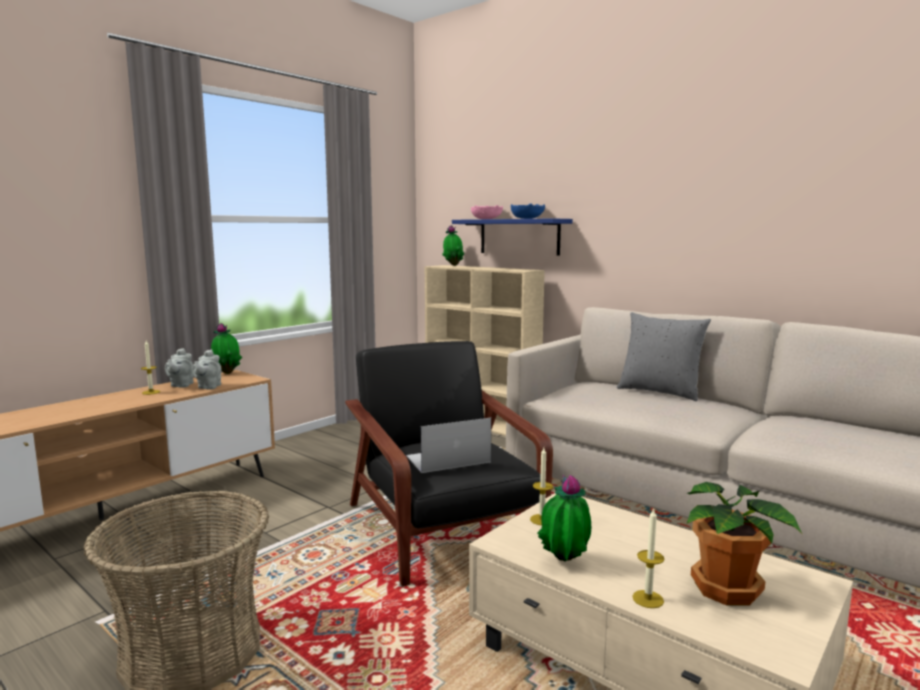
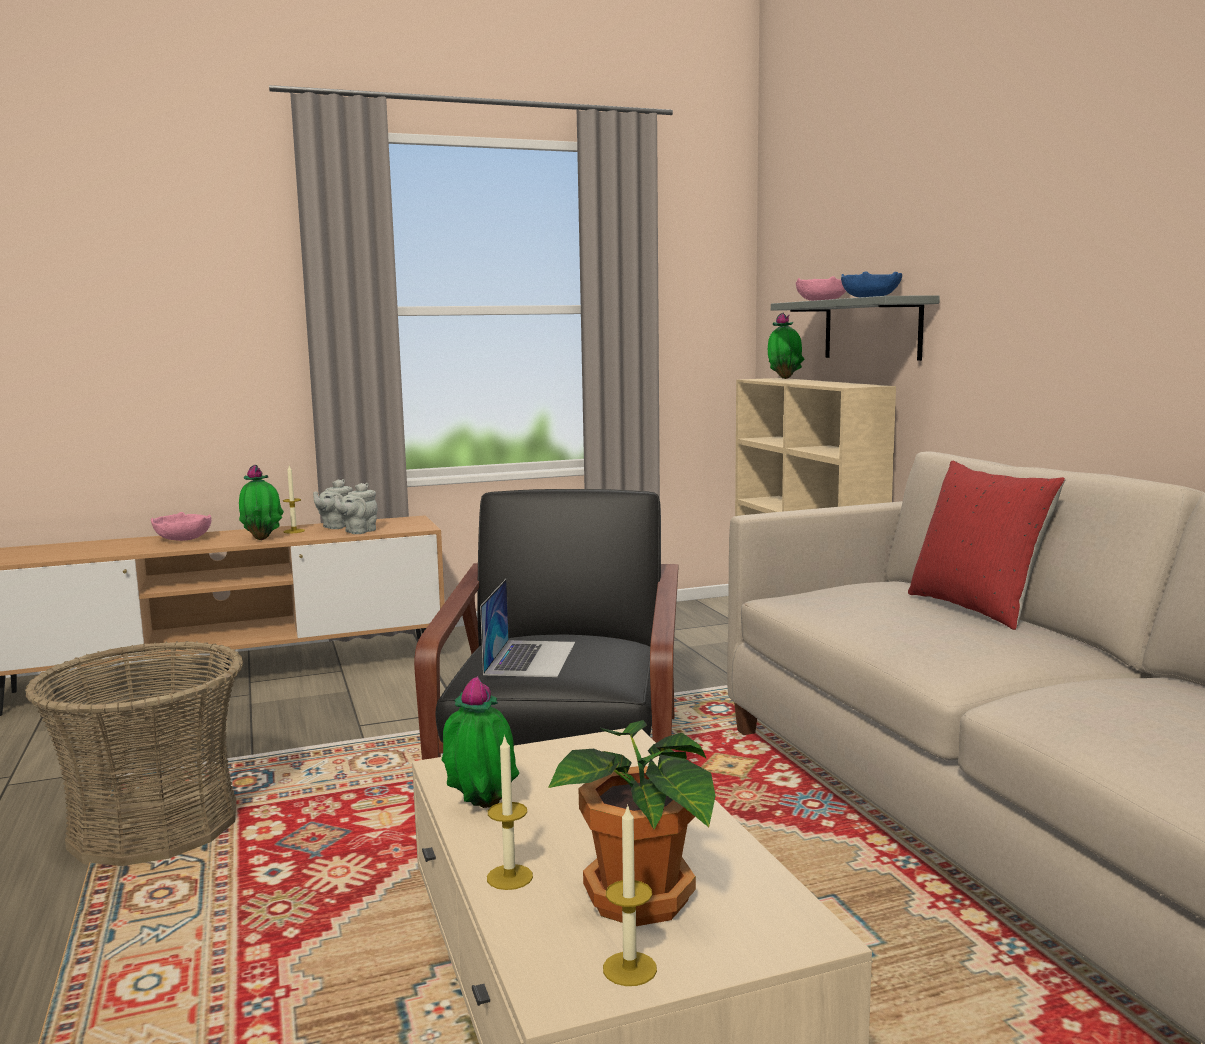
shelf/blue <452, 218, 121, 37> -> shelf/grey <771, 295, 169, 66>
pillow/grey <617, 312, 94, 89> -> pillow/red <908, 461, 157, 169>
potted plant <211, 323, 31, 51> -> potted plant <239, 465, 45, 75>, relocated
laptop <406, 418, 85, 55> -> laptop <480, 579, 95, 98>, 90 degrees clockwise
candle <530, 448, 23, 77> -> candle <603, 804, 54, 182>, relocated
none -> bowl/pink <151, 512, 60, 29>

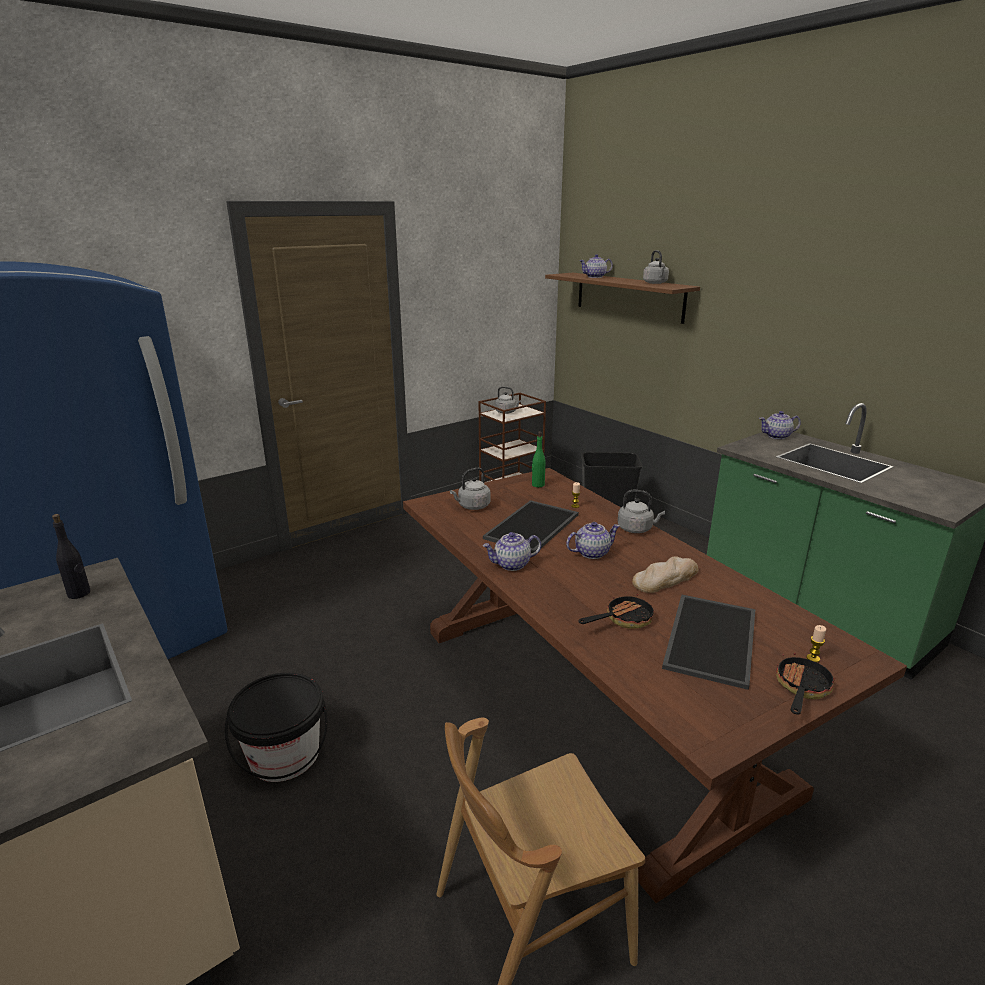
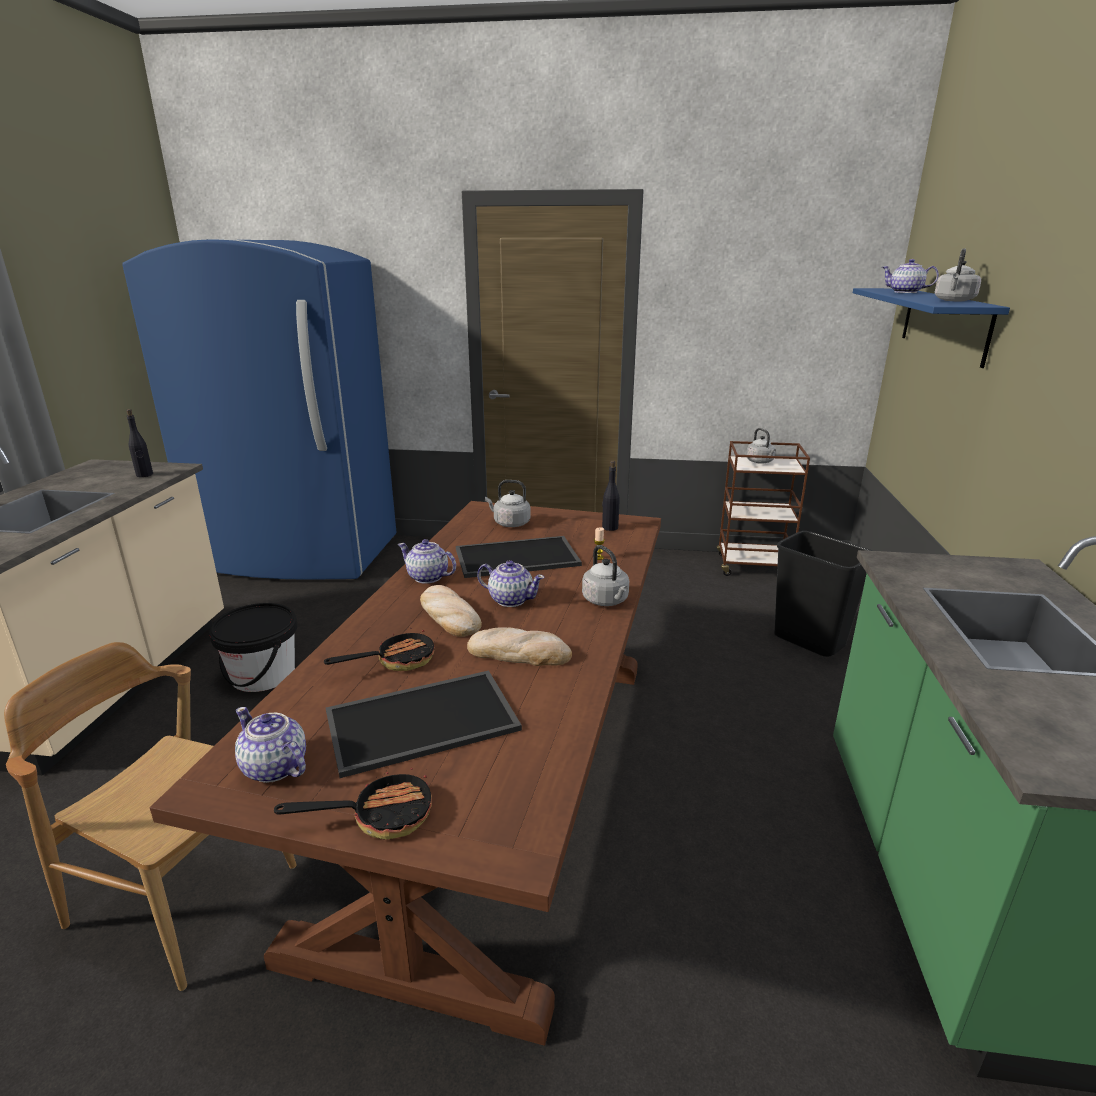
shelf/brown <545, 273, 155, 51> -> shelf/blue <853, 288, 157, 80>
teapot <759, 411, 42, 28> -> teapot <235, 707, 71, 76>, relocated
bottle/green <532, 431, 14, 56> -> bottle/black <602, 461, 18, 70>
frying pan <578, 589, 76, 40> -> frying pan <324, 628, 111, 43>, 45 degrees counterclockwise
candle <806, 625, 20, 38> -> none
none -> bread <420, 585, 62, 52>

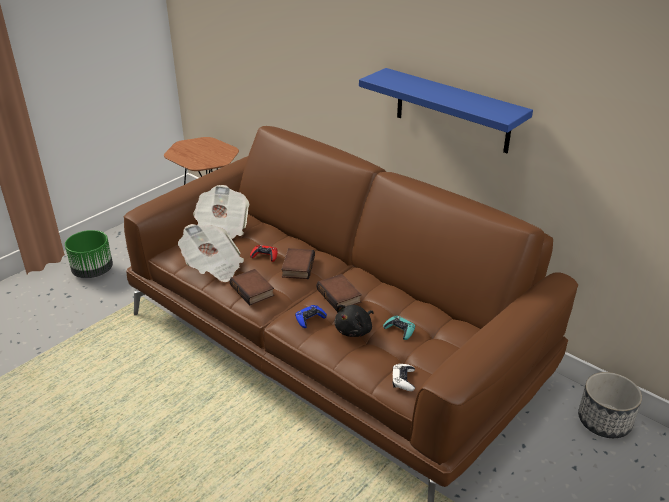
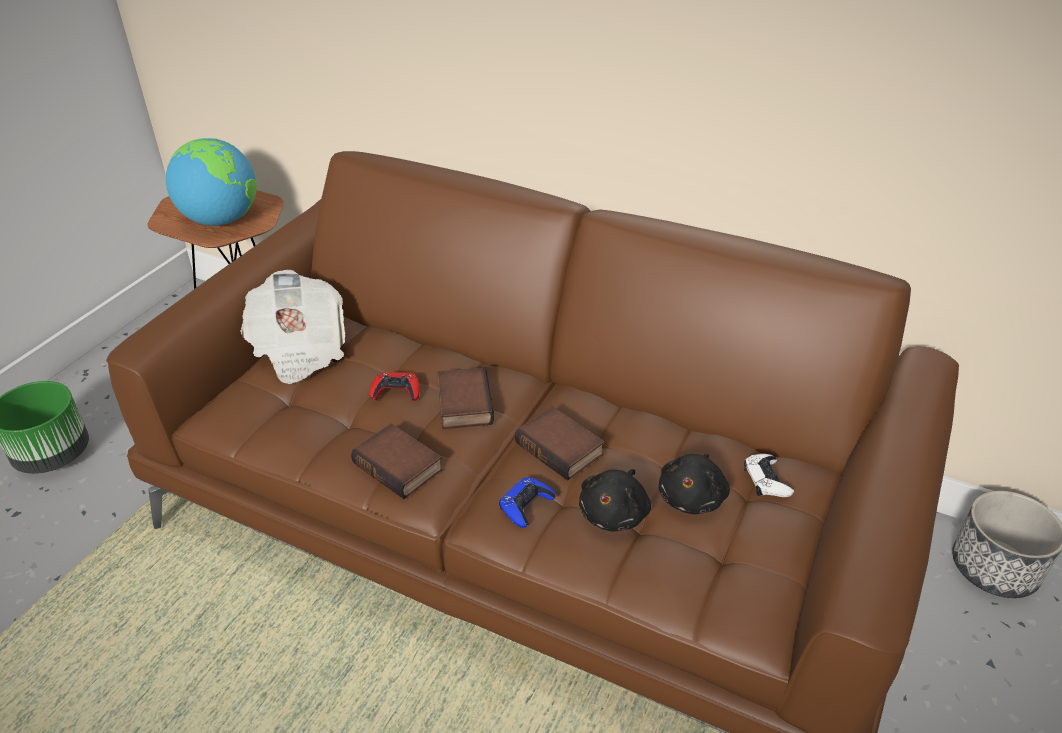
shelf/blue <359, 68, 174, 85> -> none
newspaper <178, 224, 66, 58> -> none
game controller/turquoise <383, 316, 32, 24> -> plush toy/black <659, 454, 71, 60>
game controller/white <392, 364, 23, 27> -> game controller/white <744, 454, 50, 43>, relocated
none -> globe <166, 138, 91, 88>

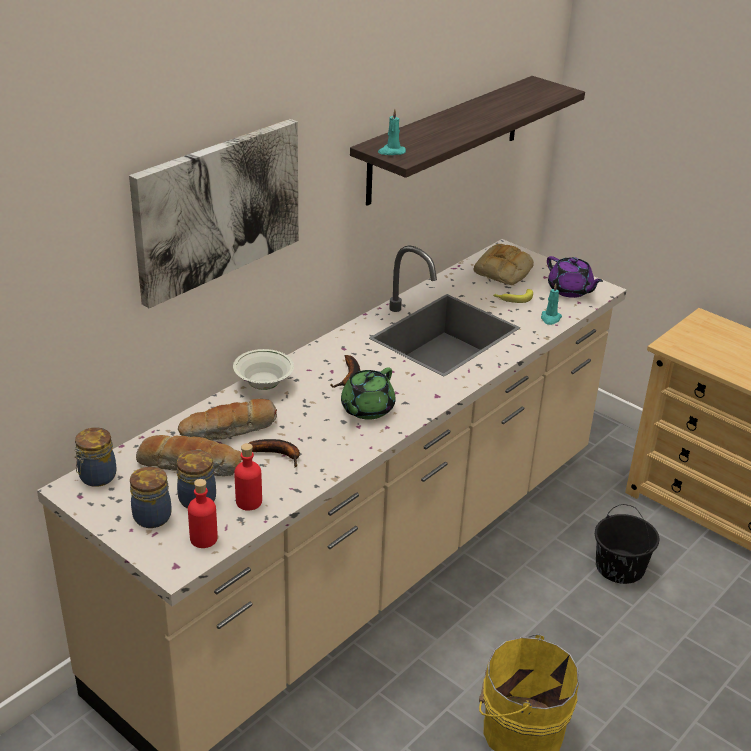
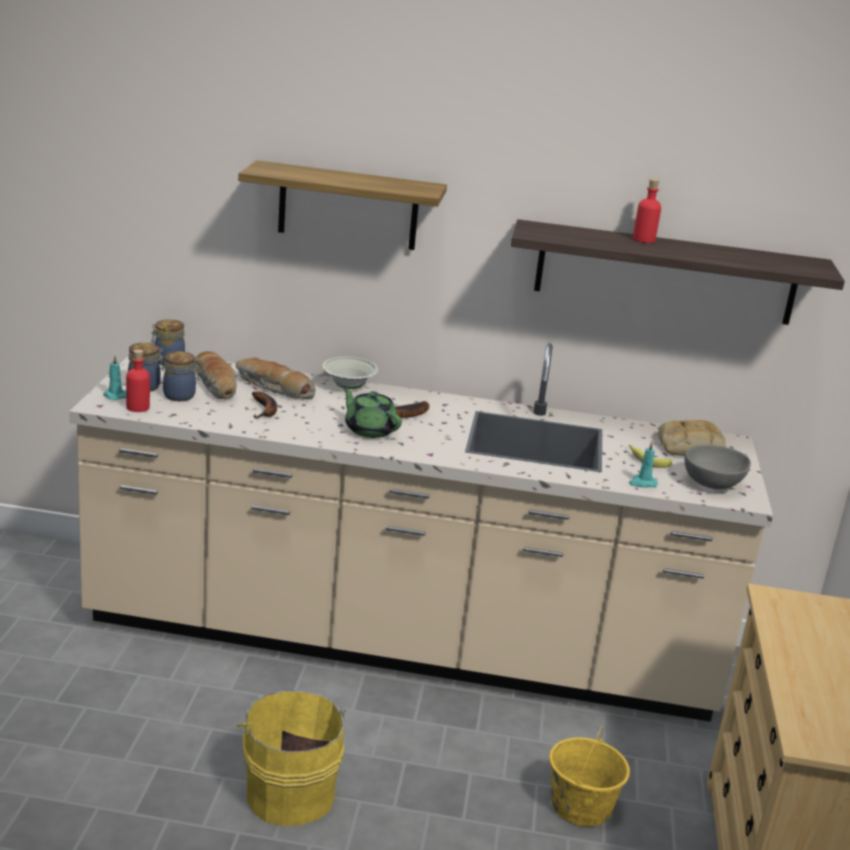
candle/turquoise <378, 109, 28, 46> -> candle/turquoise <103, 356, 23, 44>, relocated
picture <129, 119, 169, 189> -> shelf <238, 160, 209, 90>
teapot/purple <547, 256, 56, 42> -> bowl/grey <685, 445, 66, 44>
teapot/green <341, 367, 55, 53> -> teapot/green <342, 386, 60, 52>, 45 degrees clockwise
bottle/red <234, 443, 28, 68> -> bottle/red <633, 179, 28, 64>, relocated
bucket/black <595, 504, 64, 80> -> bucket/yellow <549, 726, 81, 101>

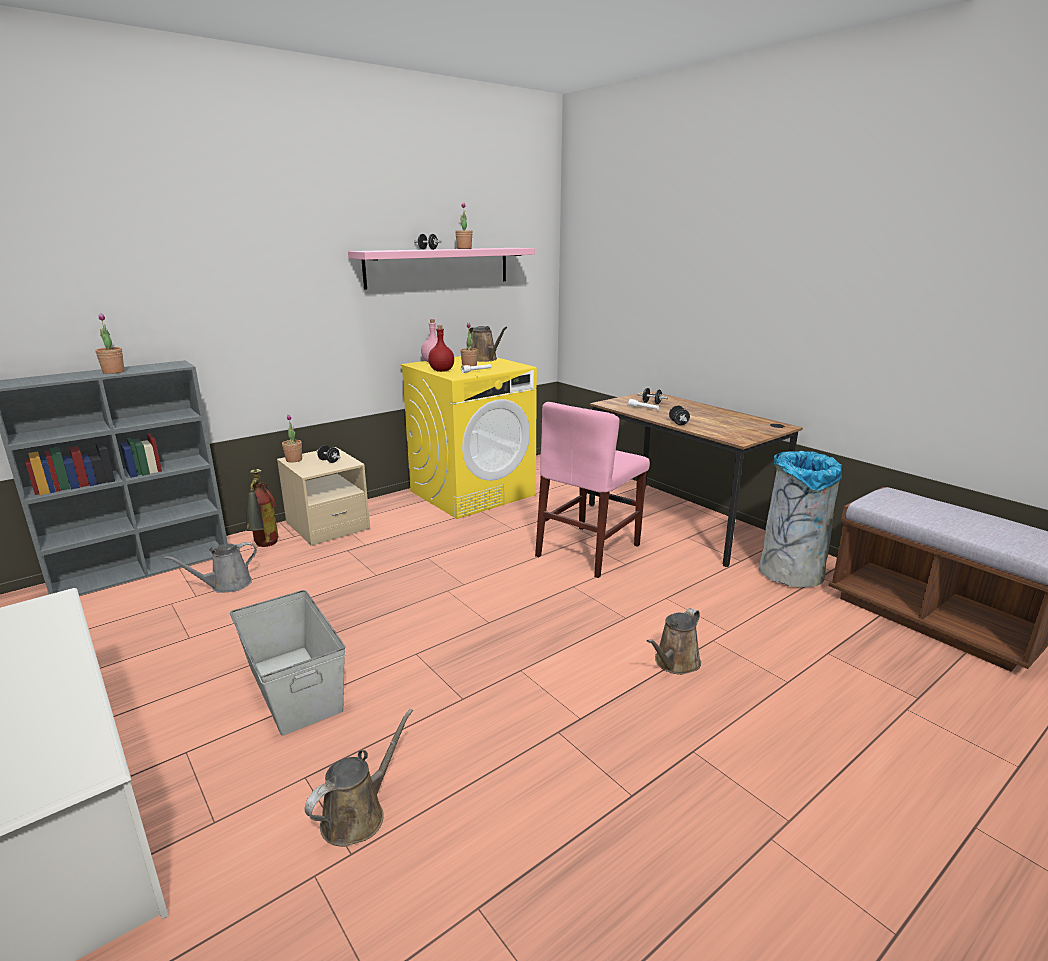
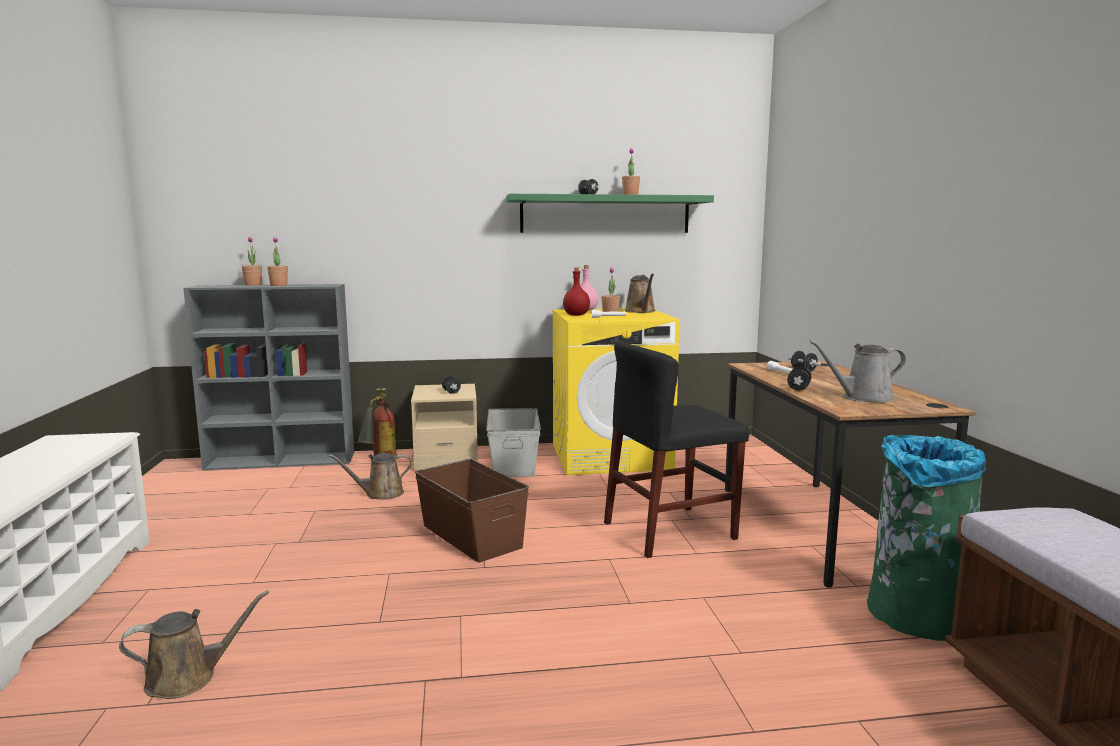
shelf/pink <348, 248, 187, 42> -> shelf/green <506, 194, 208, 39>
chair/pink <535, 402, 115, 176> -> chair/black <604, 341, 145, 217>
potted plant <282, 415, 20, 48> -> potted plant <242, 237, 20, 49>, relocated
trash can/grey <758, 451, 84, 136> -> trash can/green <867, 435, 119, 206>
watering can/grey <164, 542, 93, 51> -> watering can/grey <809, 340, 97, 63>, relocated
storage box/grey <230, 590, 116, 146> -> storage box/grey <486, 408, 55, 69>, relocated
watering can/brown <647, 608, 54, 67> -> watering can/brown <329, 453, 83, 47>, relocated
none -> storage box/brown <415, 459, 114, 104>

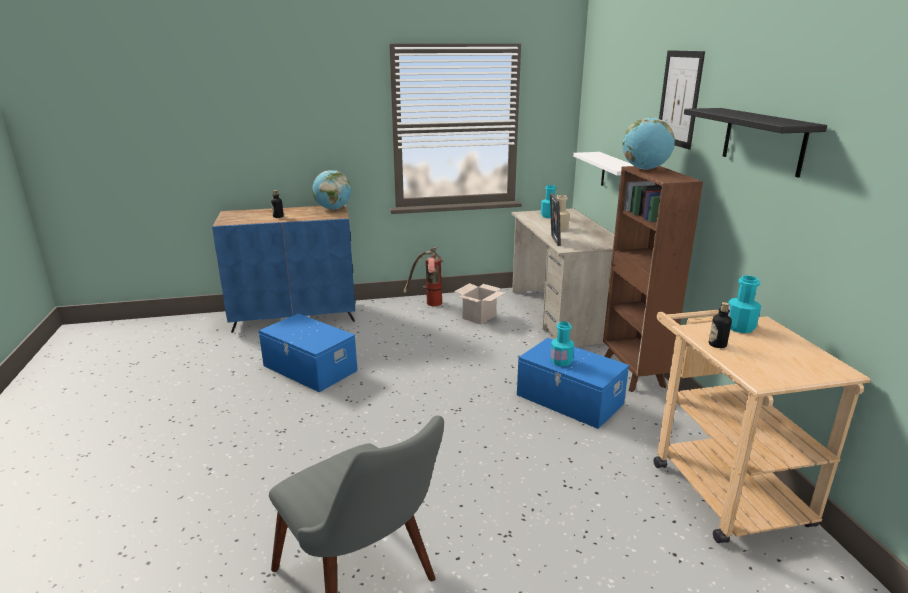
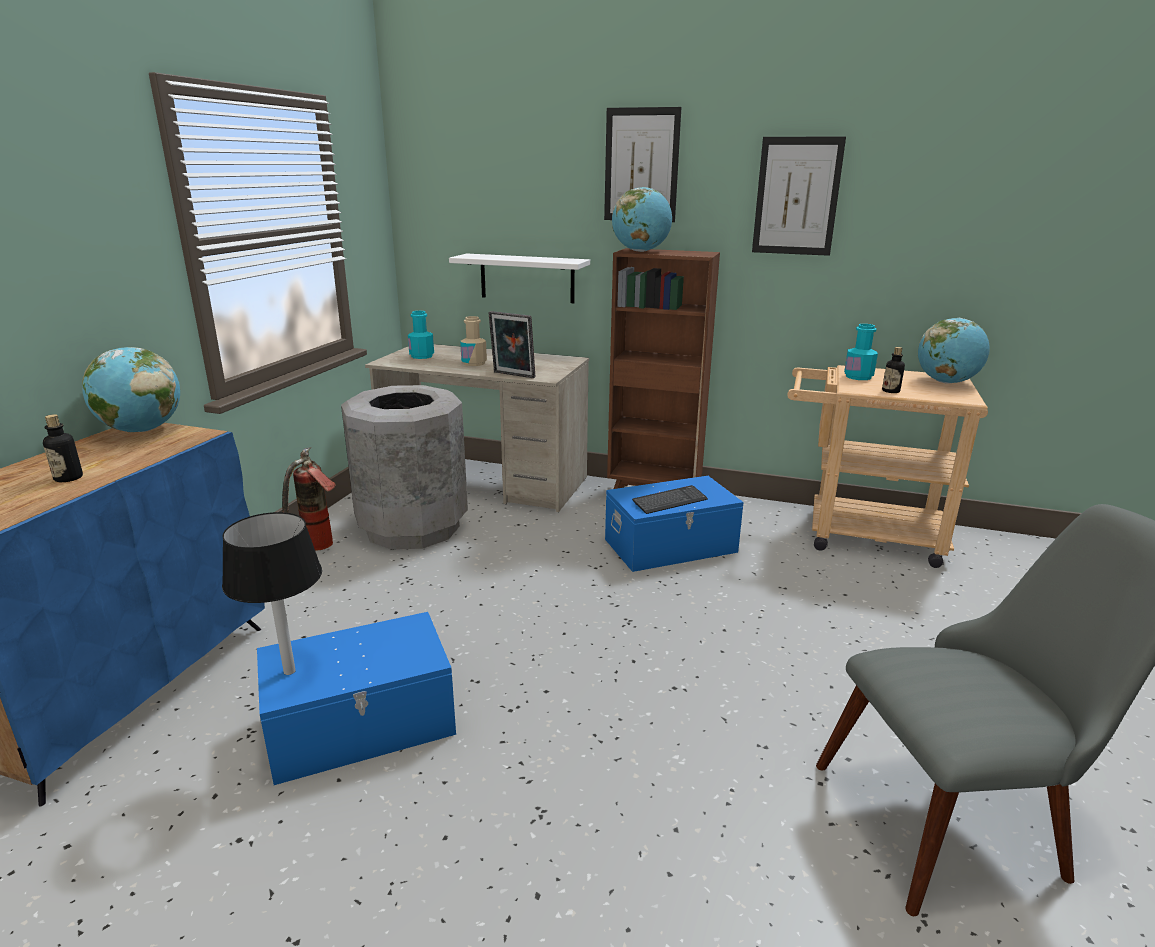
shelf/black <684, 108, 143, 69> -> picture <752, 137, 94, 119>
cardboard box <454, 283, 52, 42> -> trash can/grey <341, 385, 127, 165>
bottle/turquoise <550, 322, 24, 44> -> keyboard <632, 485, 76, 29>
none -> globe <918, 318, 72, 66>
none -> table lamp/black <222, 512, 100, 163>

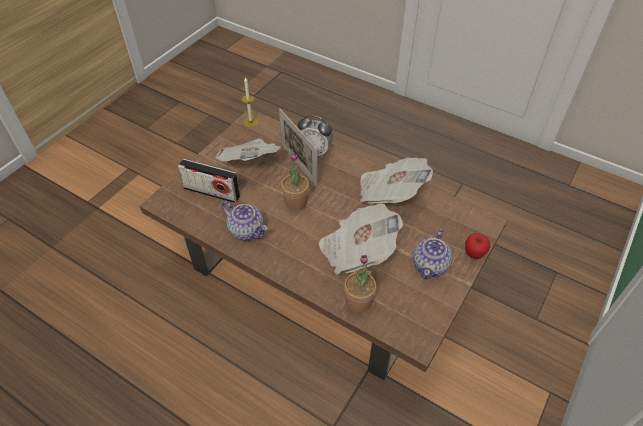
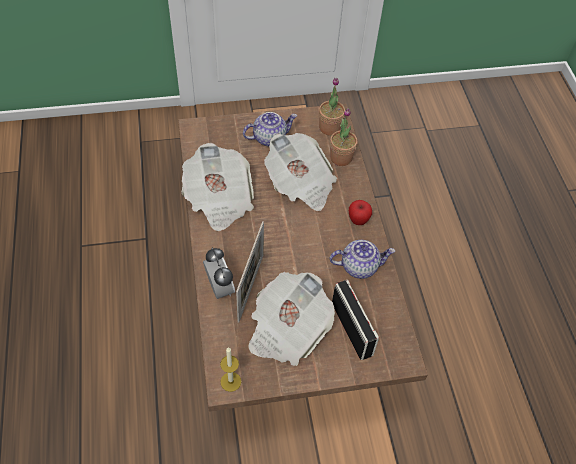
potted plant <281, 152, 28, 58> -> potted plant <319, 78, 26, 58>, relocated
teapot <222, 201, 46, 40> -> teapot <330, 240, 65, 39>, 90 degrees clockwise
apple <465, 233, 25, 26> -> apple <349, 200, 23, 25>, relocated

